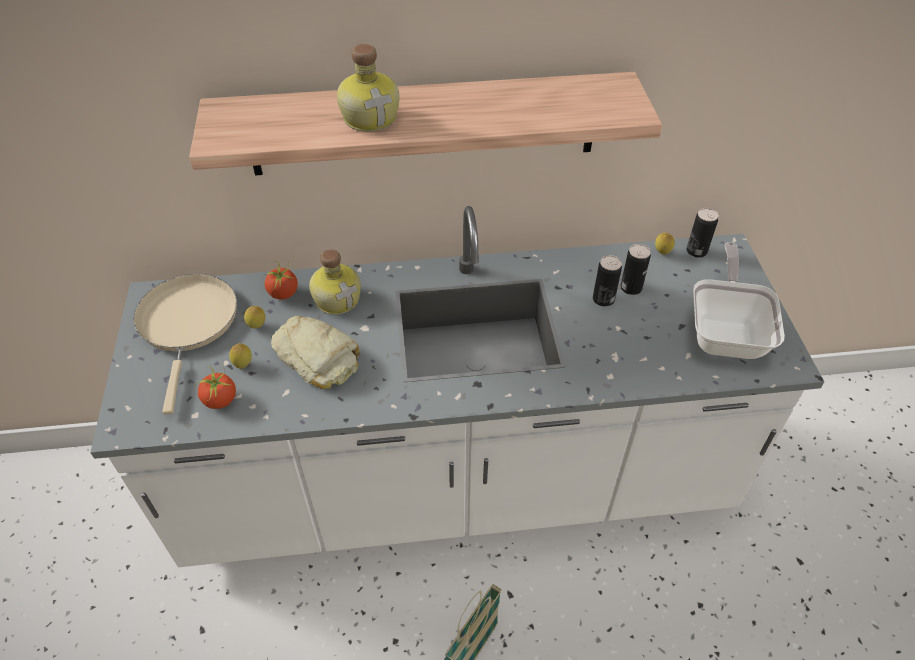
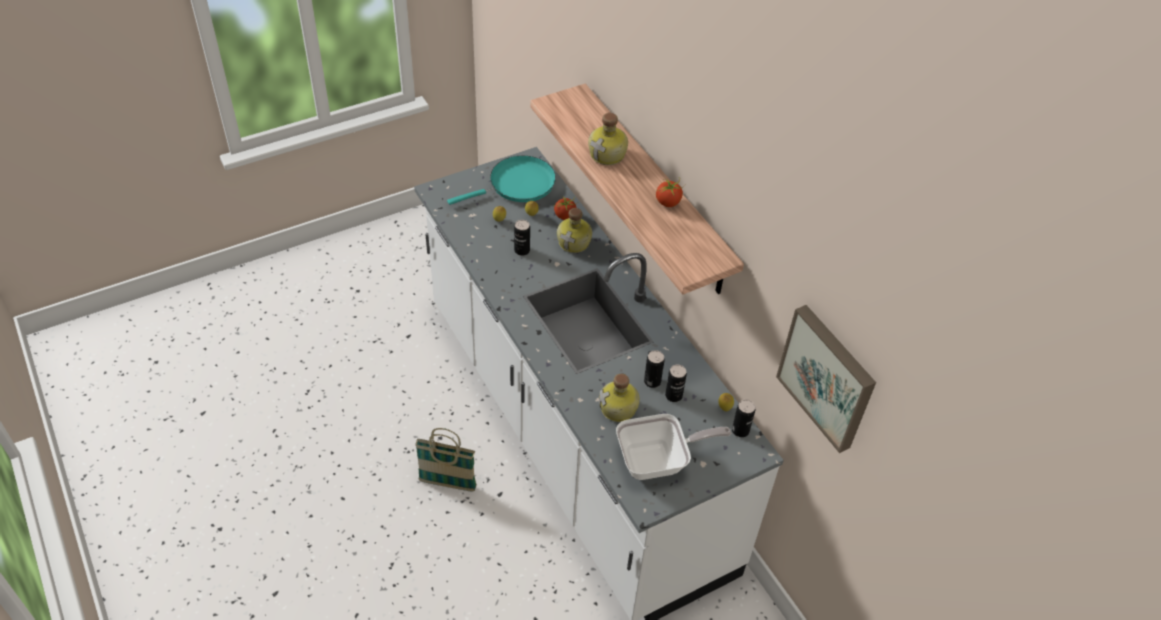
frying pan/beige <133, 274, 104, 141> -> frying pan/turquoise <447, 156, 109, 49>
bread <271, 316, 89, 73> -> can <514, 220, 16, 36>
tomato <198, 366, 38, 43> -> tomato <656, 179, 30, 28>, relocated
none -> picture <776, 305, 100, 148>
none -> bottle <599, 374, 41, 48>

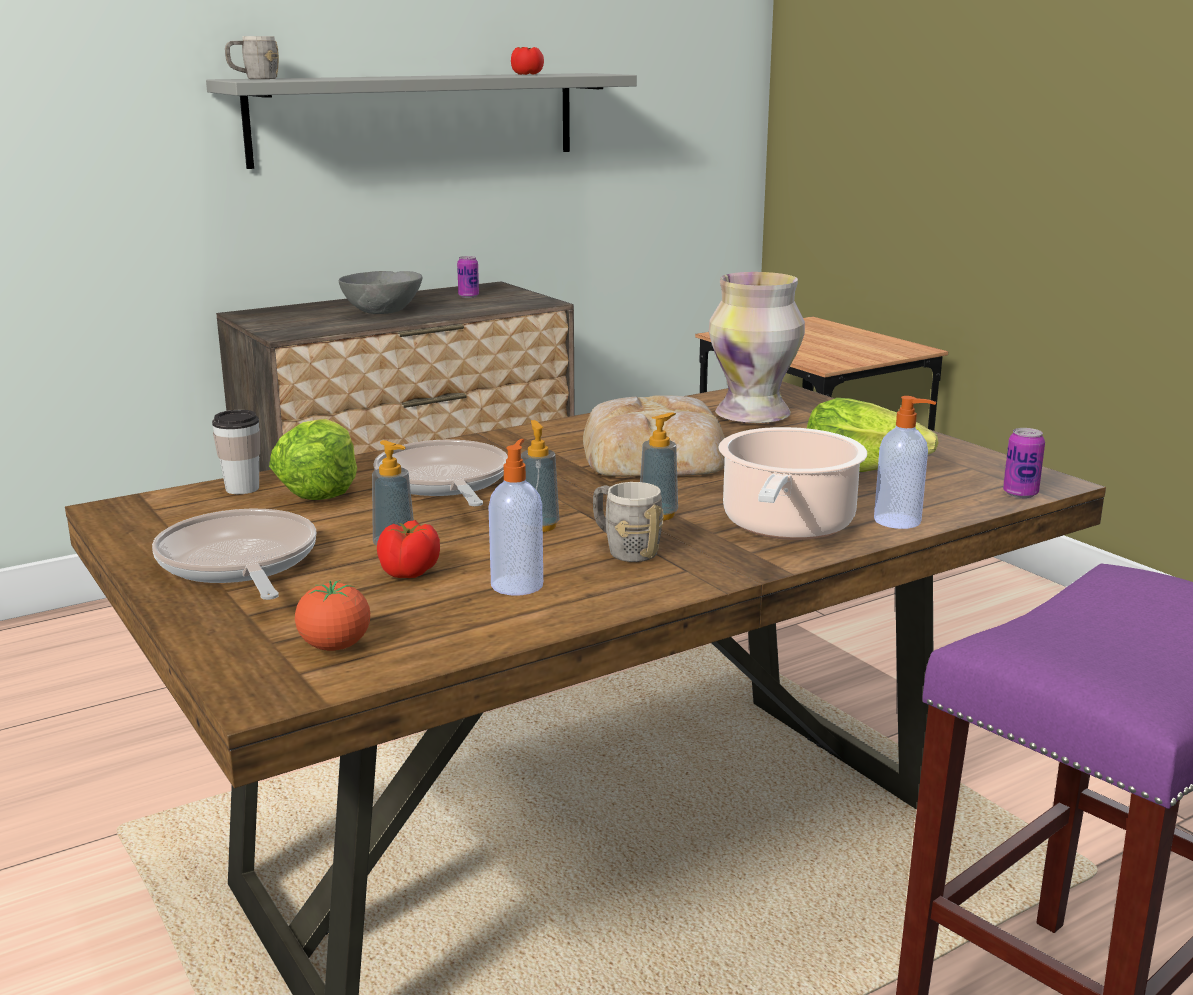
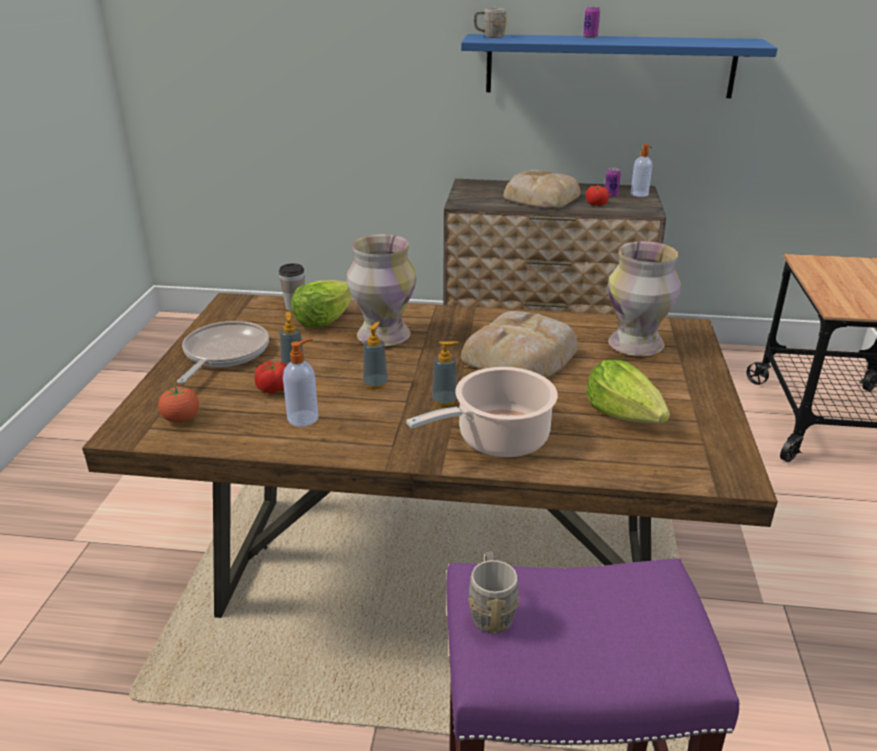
tomato <511, 47, 33, 28> -> tomato <586, 185, 23, 21>, relocated
shelf/grey <206, 73, 431, 96> -> shelf/blue <461, 34, 317, 64>
bowl/grey <339, 271, 83, 43> -> bread <503, 169, 78, 40>
soap dispenser <874, 396, 62, 133> -> soap dispenser <631, 144, 21, 53>, relocated
can <1003, 428, 42, 70> -> can <583, 6, 17, 32>, relocated
frying pan <374, 439, 134, 67> -> vase <347, 234, 69, 112>
mug/grey <593, 482, 70, 80> -> mug/grey <468, 552, 52, 82>, relocated

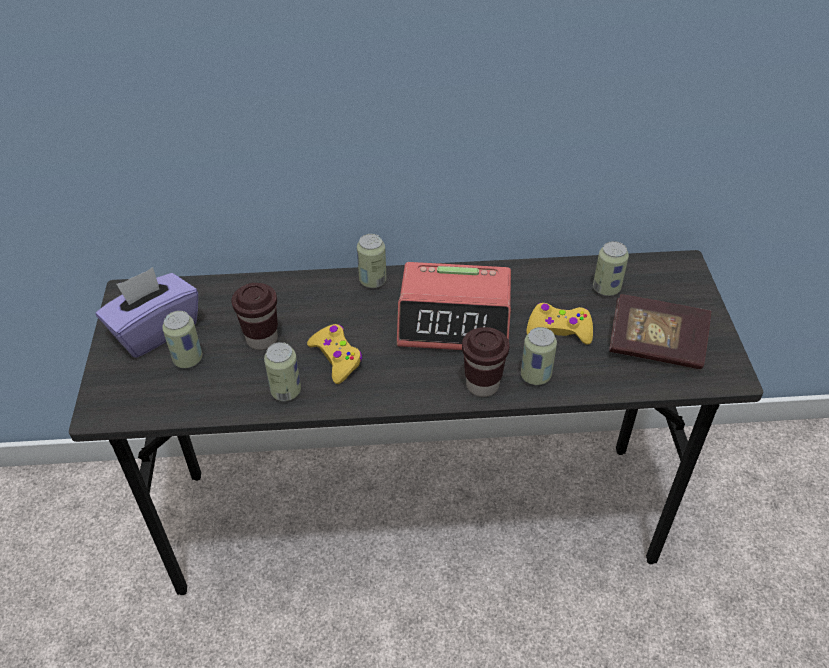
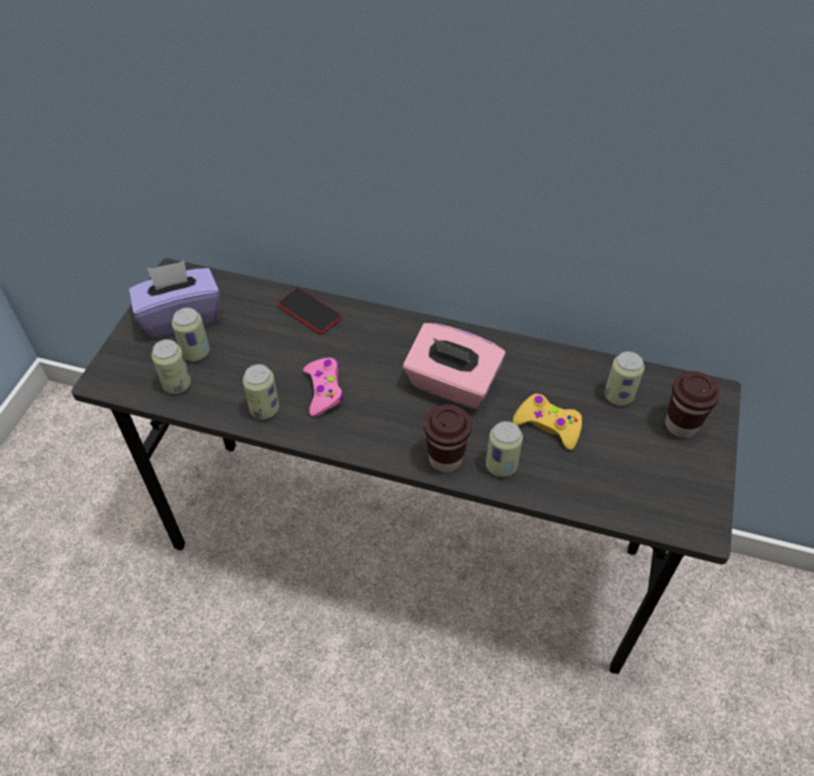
can <357, 234, 30, 54> -> can <151, 339, 40, 55>, relocated
alarm clock <397, 262, 114, 88> -> tissue box/pink <403, 323, 103, 86>
cup/brown <232, 283, 46, 67> -> cup/brown <665, 371, 56, 67>, relocated
book <609, 294, 102, 75> -> none
game controller/yellow <307, 324, 55, 60> -> game controller/pink <303, 358, 40, 59>
none -> phone <278, 288, 64, 46>

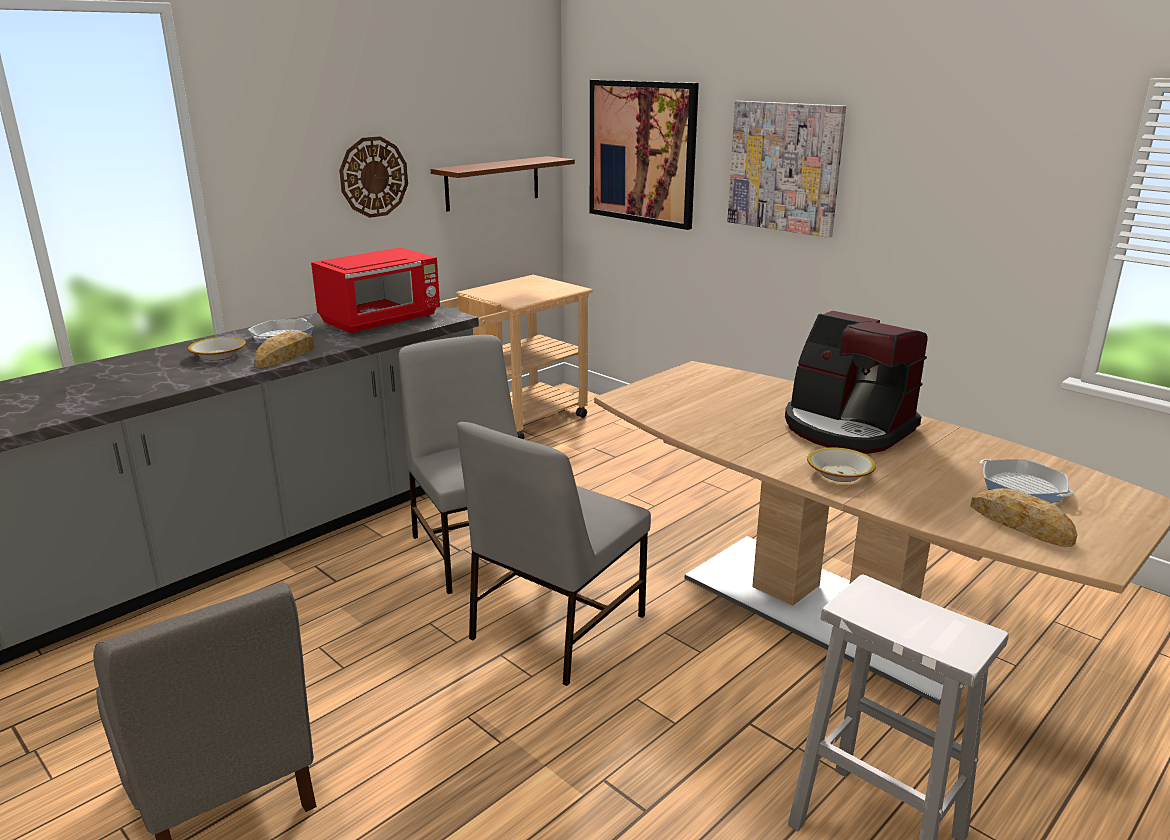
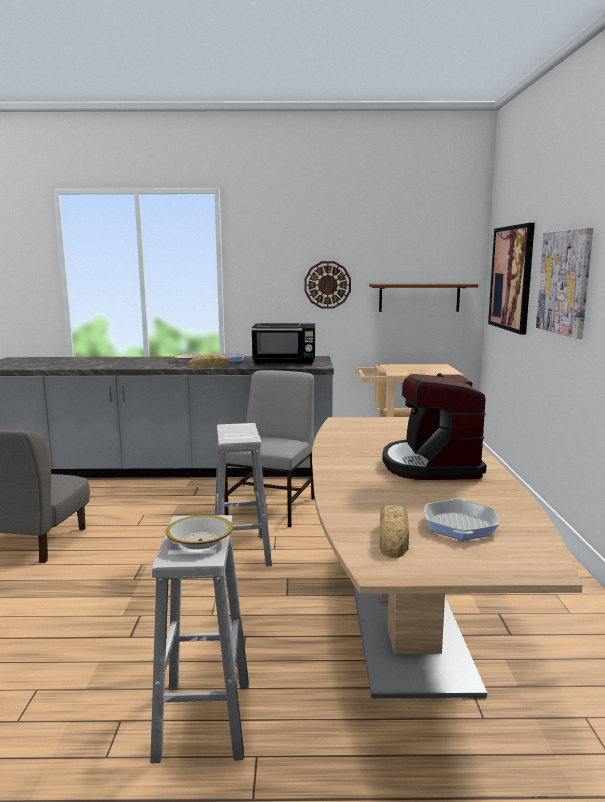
microwave/red <311, 248, 129, 86> -> microwave/black <251, 323, 64, 42>
chair/grey <457, 422, 194, 264> -> stool/white <215, 423, 57, 143>
bowl <807, 447, 69, 35> -> bowl <166, 515, 67, 34>, relocated

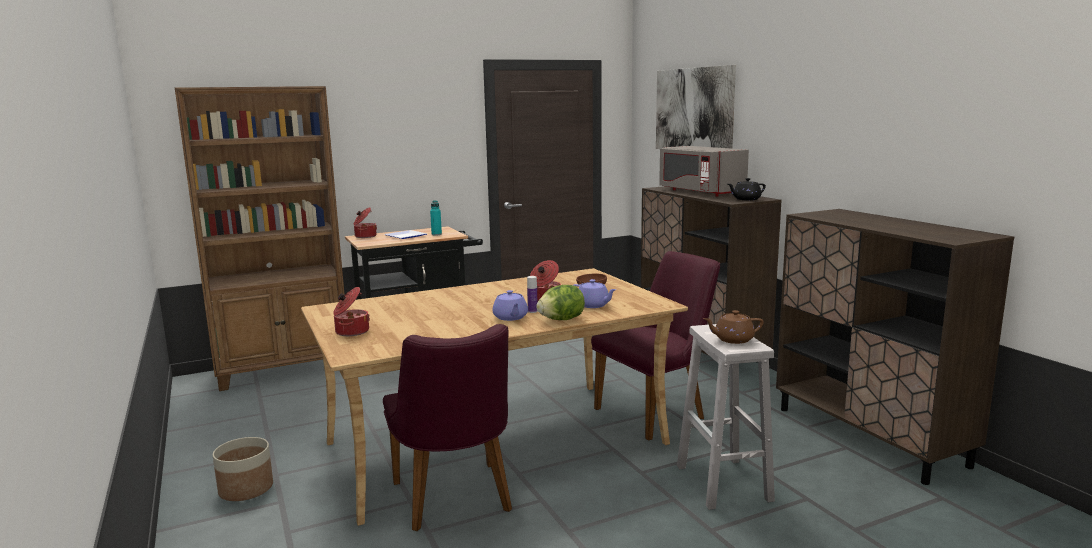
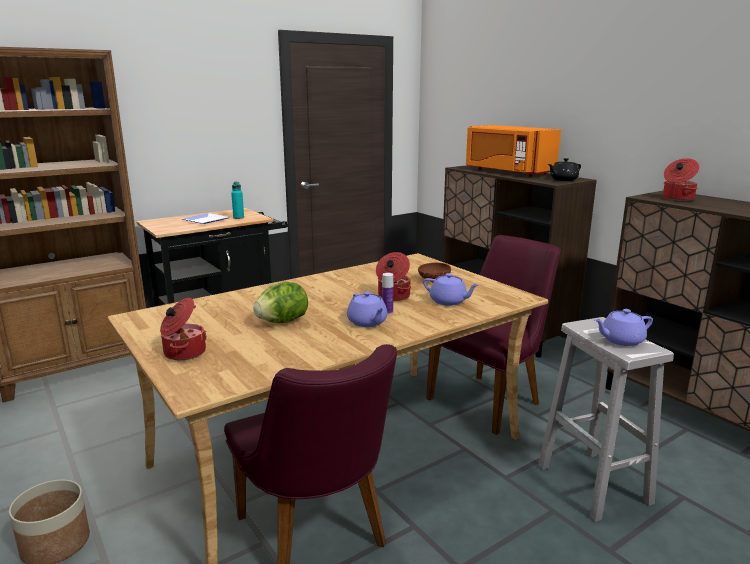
picture <656, 65, 80, 84> -> none
microwave/grey <659, 146, 90, 50> -> microwave/orange <466, 125, 95, 52>
cooking pot <354, 207, 23, 31> -> cooking pot <663, 158, 36, 43>, relocated
lettuce <536, 285, 49, 35> -> lettuce <253, 282, 55, 41>, relocated
teapot/brown <703, 310, 61, 34> -> teapot/purple <594, 309, 59, 37>

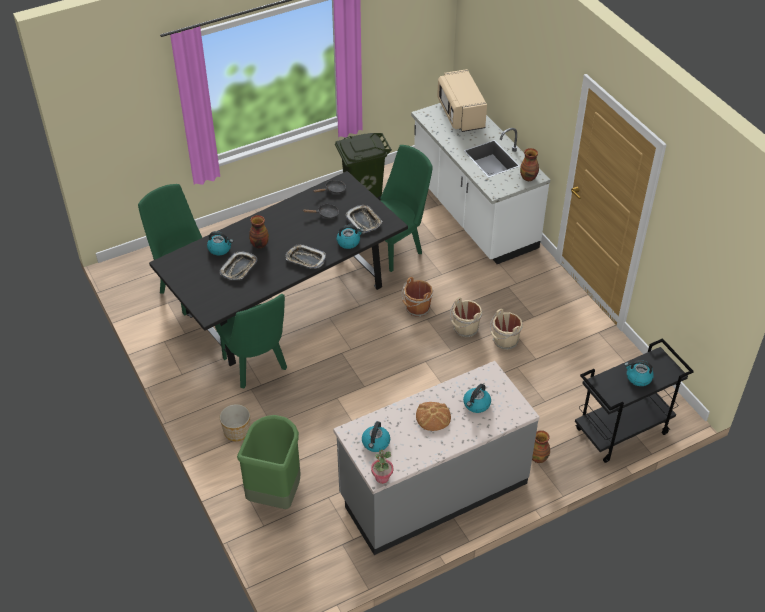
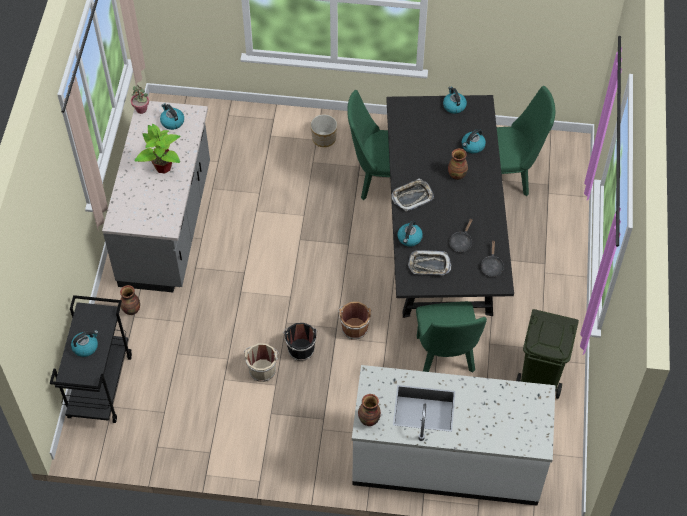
microwave/beige <437, 69, 50, 63> -> none
tray <220, 251, 37, 29> -> none
bucket/beige <450, 297, 33, 40> -> bucket/black <283, 323, 34, 38>
kettle <463, 384, 28, 29> -> kettle <443, 87, 24, 27>, relocated
bread <416, 402, 35, 29> -> potted plant <135, 124, 45, 50>
trash can/green <237, 415, 64, 94> -> none

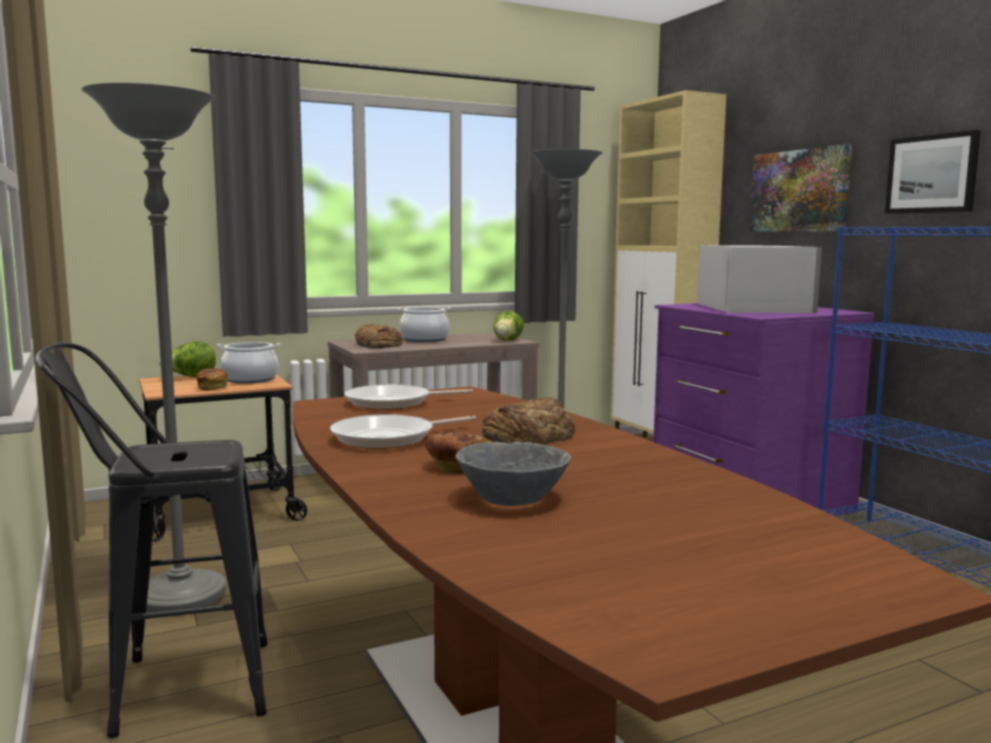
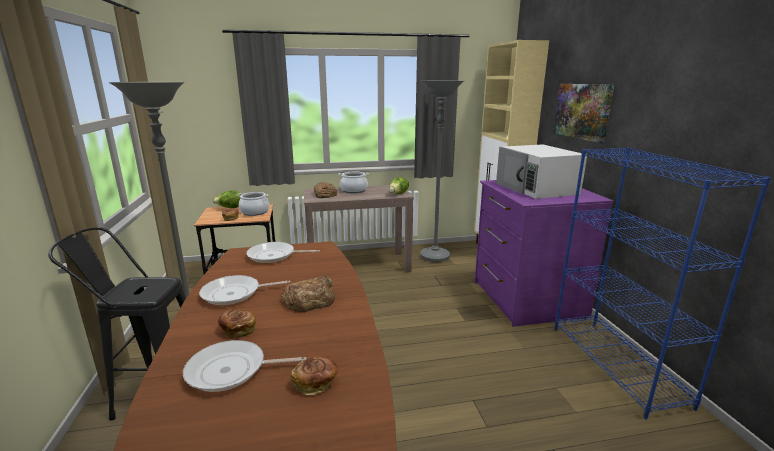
picture <885, 130, 96, 84> -> none
microwave/white <697, 245, 125, 68> -> microwave/white <496, 144, 91, 55>, 150 degrees clockwise
bowl/grey <455, 442, 116, 64> -> frying pan <183, 340, 123, 52>
none -> bread <291, 356, 47, 39>

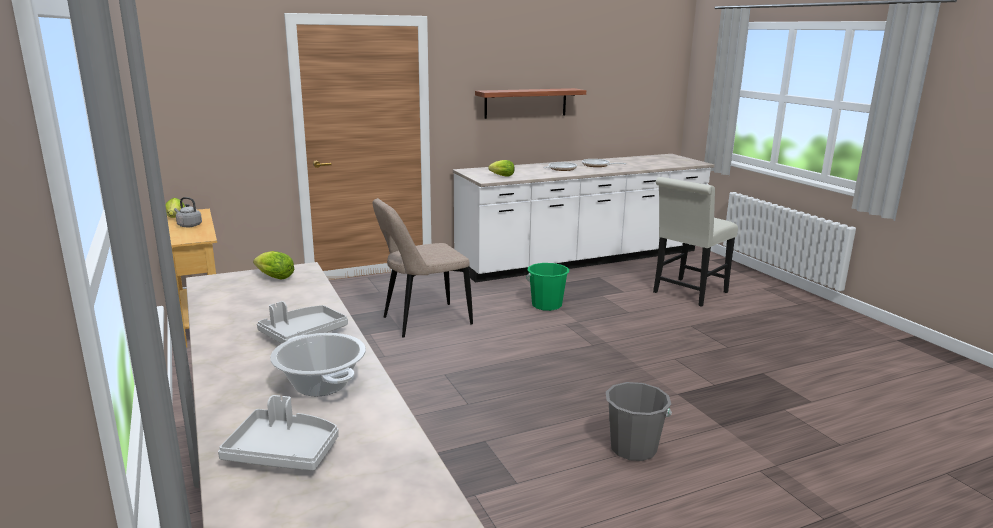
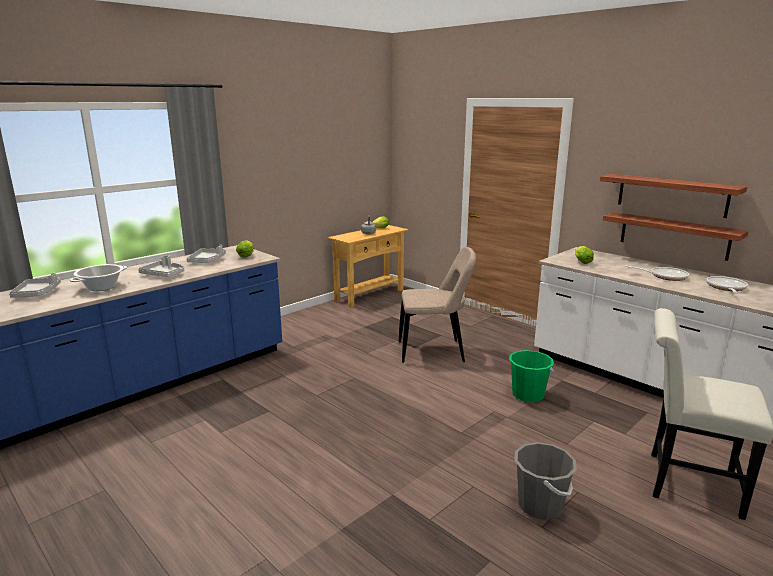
chair/beige <373, 198, 100, 139> -> chair/beige <399, 247, 77, 116>, 135 degrees clockwise
bucket/grey <606, 382, 66, 79> -> bucket/grey <514, 442, 63, 78>, relocated
none -> shelf <603, 212, 146, 49>
none -> tray/grey <187, 245, 39, 18>

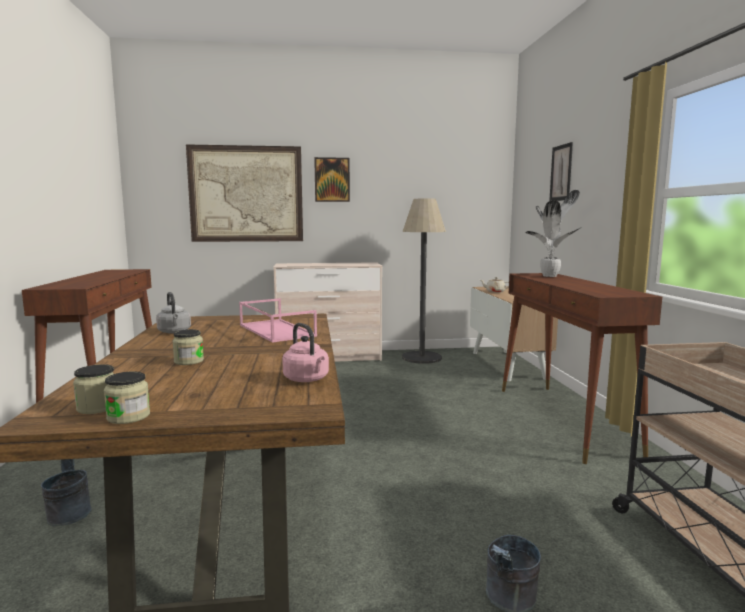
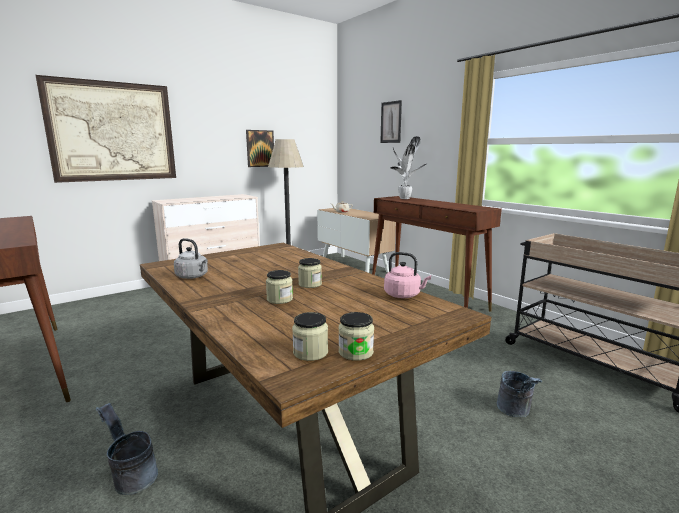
picture <314, 157, 36, 45> -> picture <246, 130, 28, 37>, relocated
tray/pink <239, 298, 78, 45> -> none
none -> jar <298, 258, 24, 30>

